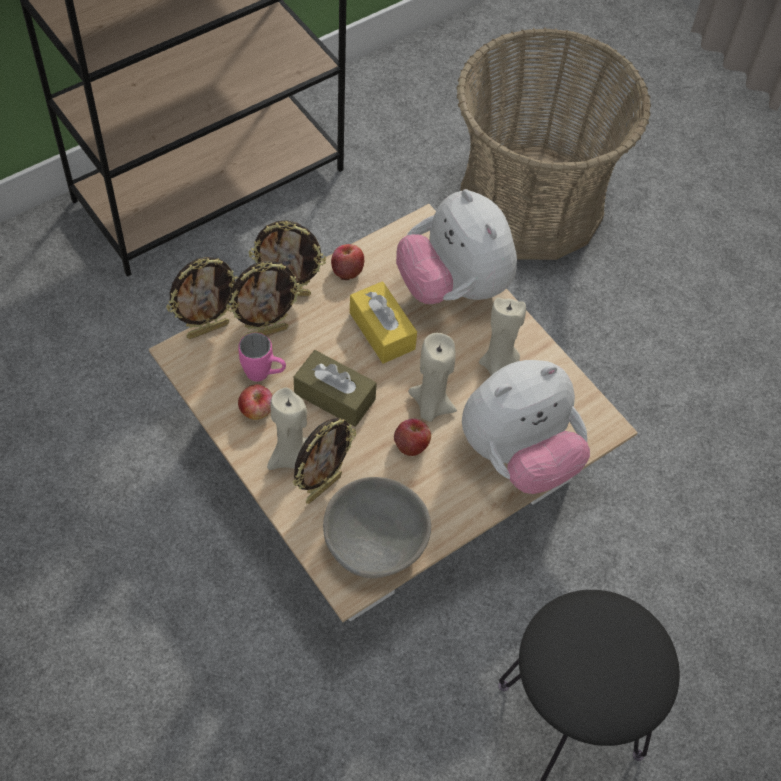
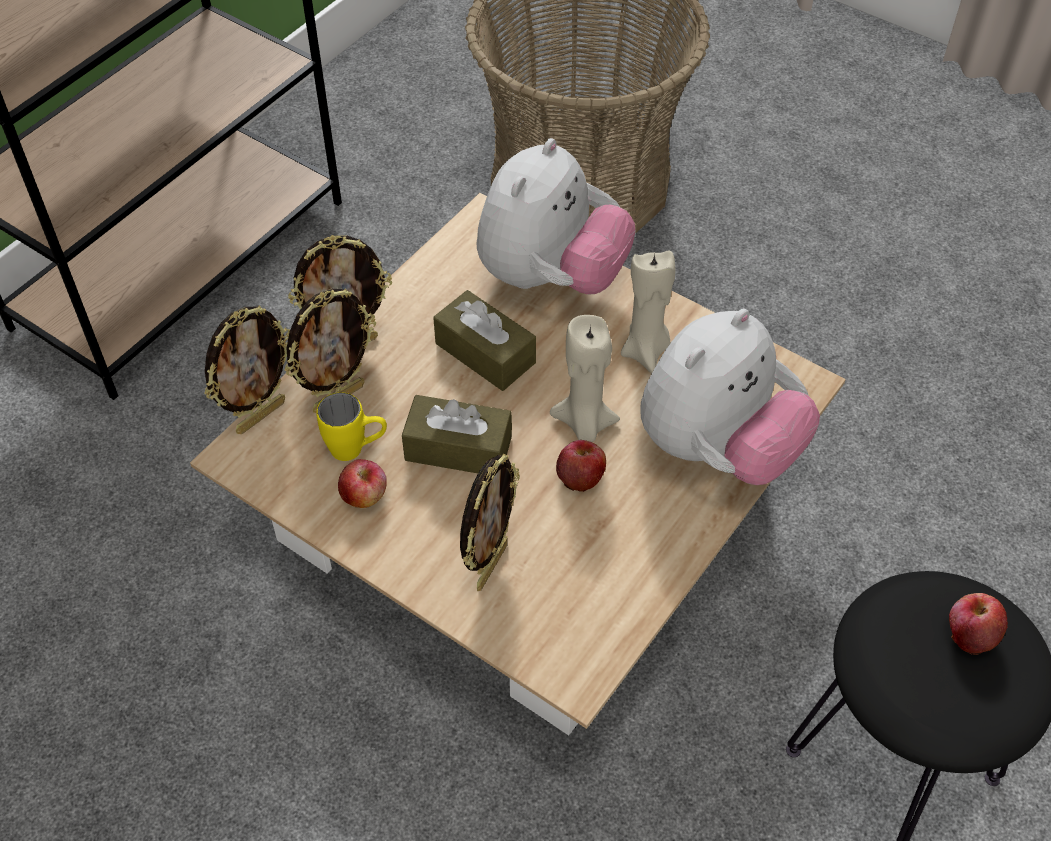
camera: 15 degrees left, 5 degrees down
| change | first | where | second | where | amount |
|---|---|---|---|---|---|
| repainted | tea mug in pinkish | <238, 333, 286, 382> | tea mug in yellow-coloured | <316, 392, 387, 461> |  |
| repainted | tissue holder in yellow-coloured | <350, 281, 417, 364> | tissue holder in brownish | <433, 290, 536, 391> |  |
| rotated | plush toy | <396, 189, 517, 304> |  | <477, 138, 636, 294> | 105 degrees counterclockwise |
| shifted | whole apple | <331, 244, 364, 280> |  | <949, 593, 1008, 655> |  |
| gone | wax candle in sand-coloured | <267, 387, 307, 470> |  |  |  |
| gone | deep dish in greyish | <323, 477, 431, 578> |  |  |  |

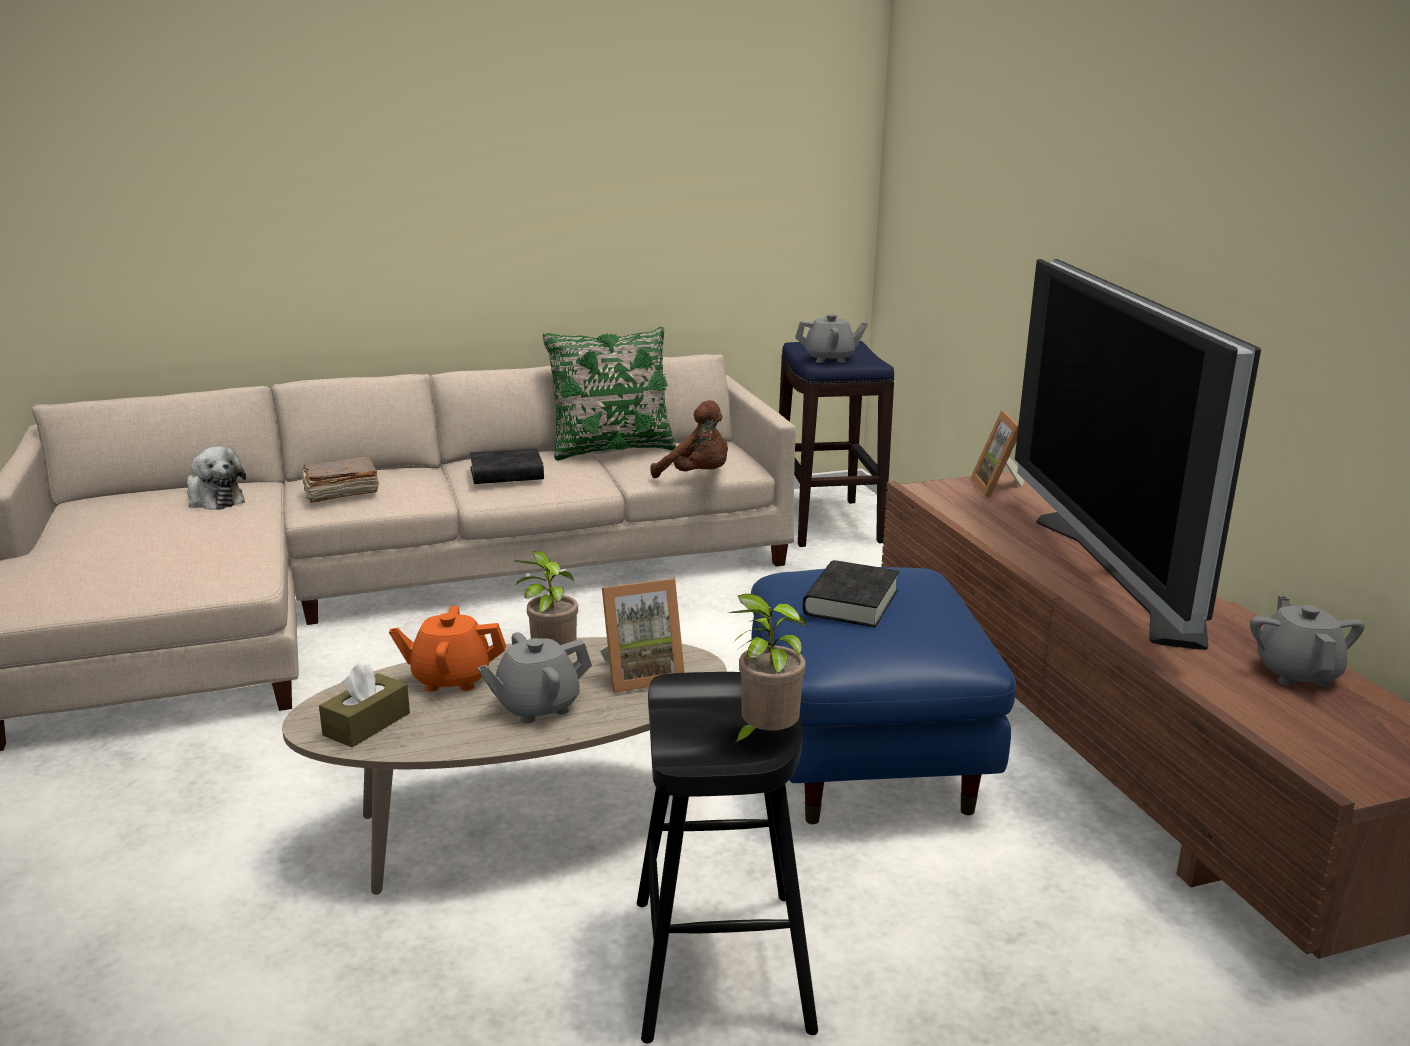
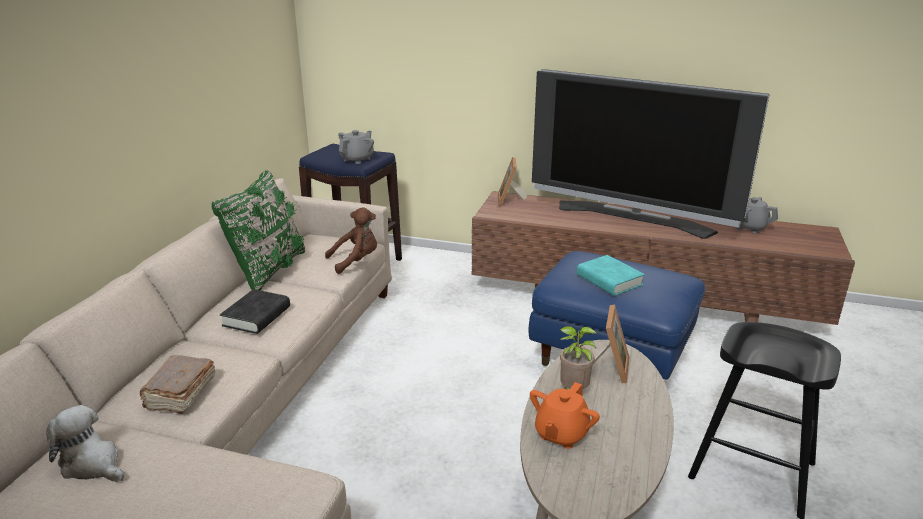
camera: 55 degrees left, 5 degrees up
| change | first | where | second | where | amount |
|---|---|---|---|---|---|
| rotated | plush toy | <187, 446, 246, 510> |  | <46, 405, 124, 482> | 135 degrees counterclockwise |
| rotated | standing frame | <971, 411, 1024, 498> |  | <498, 157, 527, 206> | 60 degrees clockwise |
| repainted | bound book in blackish | <802, 560, 899, 627> | bound book in turquoise | <577, 255, 645, 296> |  |
| gone | tissue holder in brownish | <319, 663, 410, 747> |  |  |  |
| gone | tea pot in greyish | <477, 632, 592, 723> |  |  |  |
| gone | plant in a pot | <729, 594, 807, 746> |  |  |  |

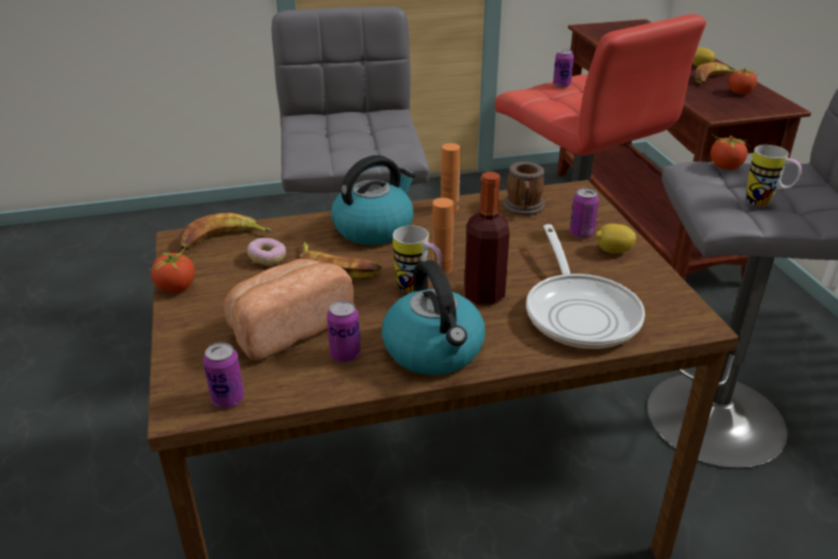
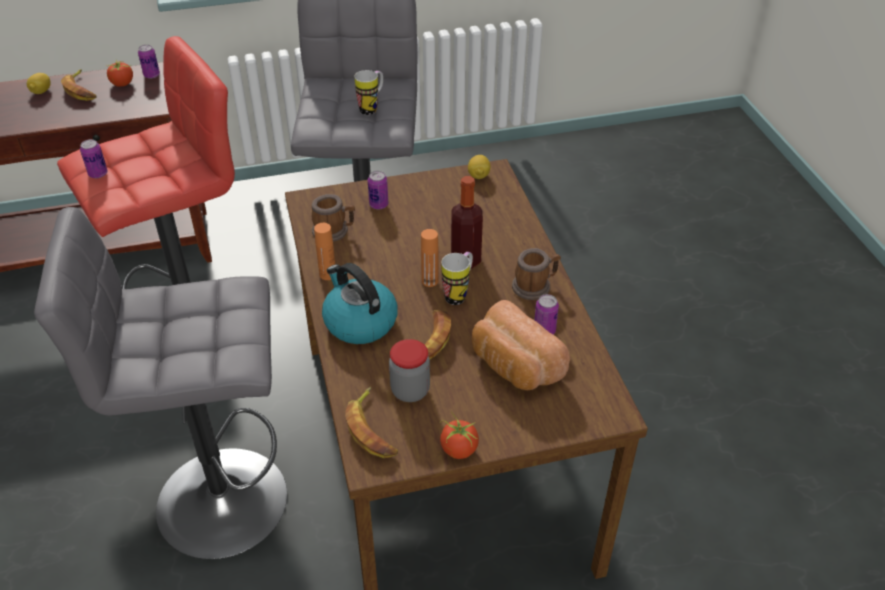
camera: 90 degrees left, 10 degrees up
| change | first | where | second | where | amount |
|---|---|---|---|---|---|
| shifted | metal can | <203, 343, 244, 408> |  | <138, 45, 160, 79> |  |
| swapped | donut | <247, 238, 286, 265> | jar | <389, 339, 430, 402> |  |
| shifted | lemon | <596, 224, 637, 253> |  | <468, 155, 490, 179> |  |
| swapped | tea kettle | <382, 260, 485, 375> | tea mug | <512, 248, 561, 300> |  |
| gone | skillet | <526, 224, 645, 349> |  |  |  |
| gone | tomato | <711, 134, 751, 170> |  |  |  |

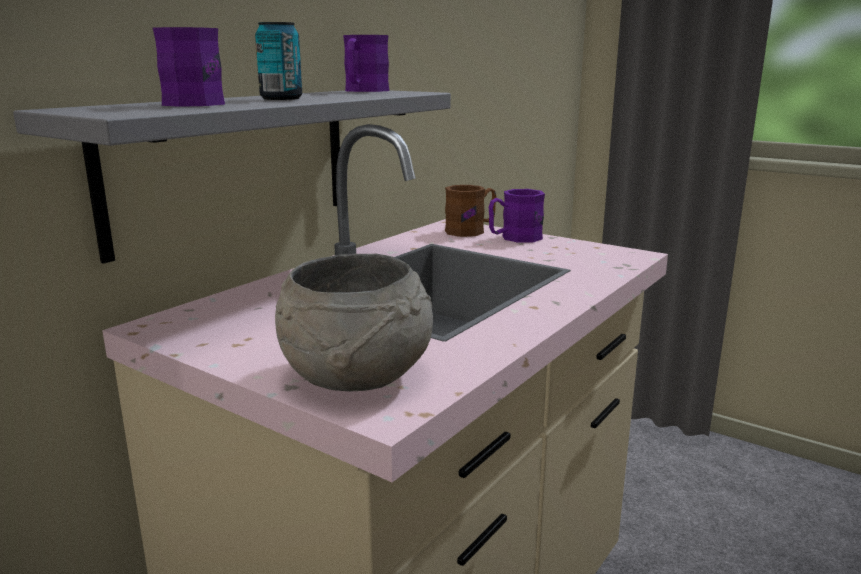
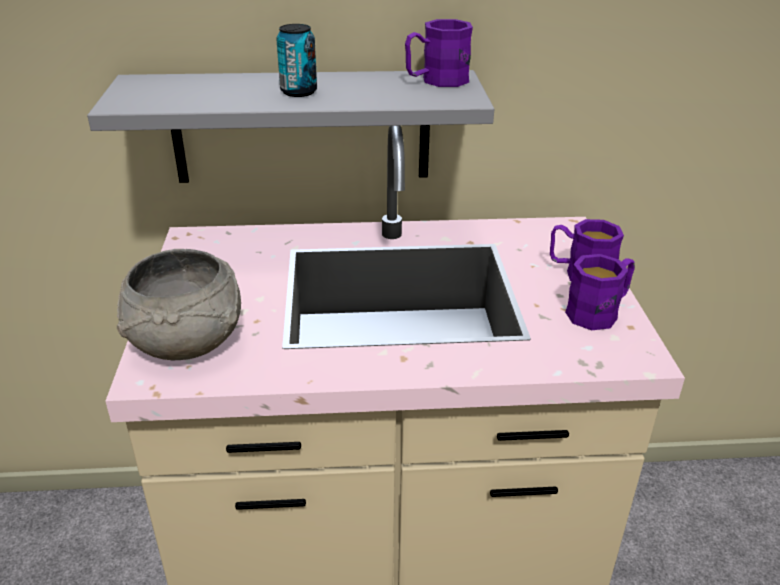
camera: 50 degrees right, 15 degrees up
| change | first | where | second | where | amount |
|---|---|---|---|---|---|
| shifted | tea mug in purple-coloured | <153, 27, 225, 107> |  | <565, 254, 635, 330> |  |
| gone | tea mug in brownish | <445, 185, 497, 237> |  |  |  |

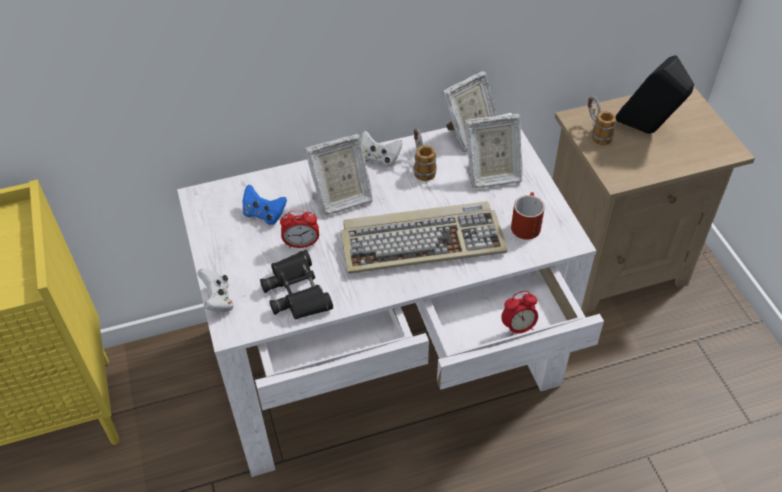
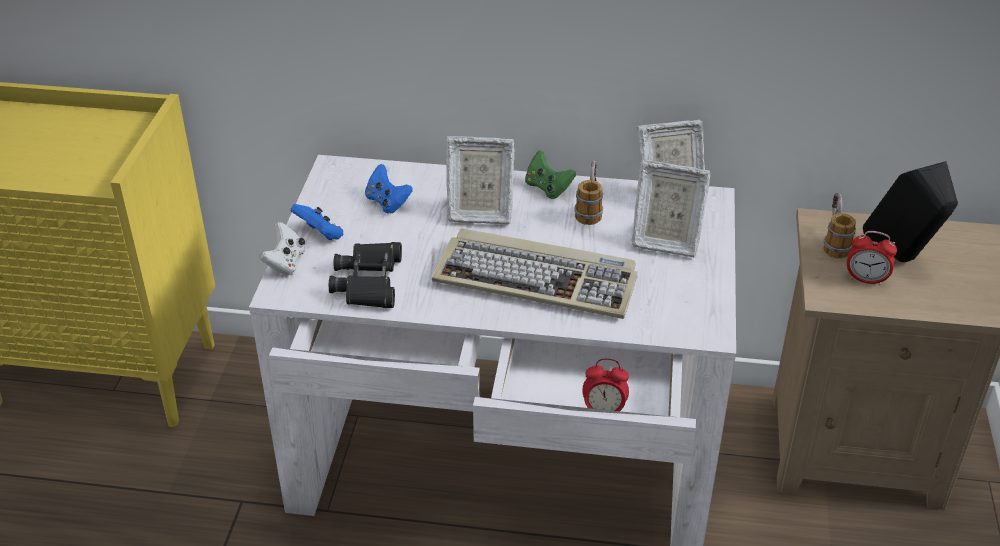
camera: 25 degrees right, 10 degrees down
| change | first | where | second | where | amount |
|---|---|---|---|---|---|
| new |  |  | gamepad in blue-coloured | <291, 204, 343, 241> |  |
| repainted | gamepad in white-coloured | <361, 131, 403, 167> | gamepad in green-coloured | <525, 150, 576, 199> |  |
| shifted | table clock | <280, 209, 319, 248> |  | <847, 231, 897, 286> |  |
| gone | tea mug in red | <511, 192, 545, 240> |  |  |  |

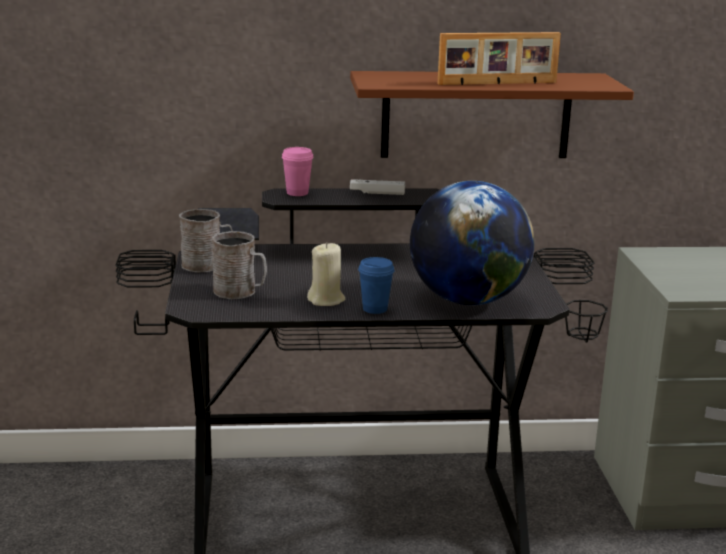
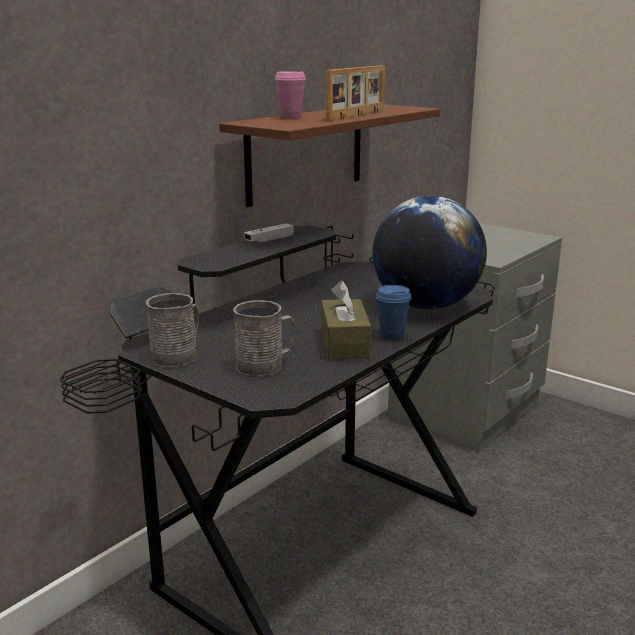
camera: 45 degrees left, 0 degrees up
| change | first | where | second | where | amount |
|---|---|---|---|---|---|
| shifted | cup in pinkish | <282, 147, 314, 196> |  | <275, 71, 306, 118> |  |
| swapped | wax candle in sand-coloured | <307, 242, 345, 306> | tissue holder in brownish | <321, 281, 371, 360> |  |

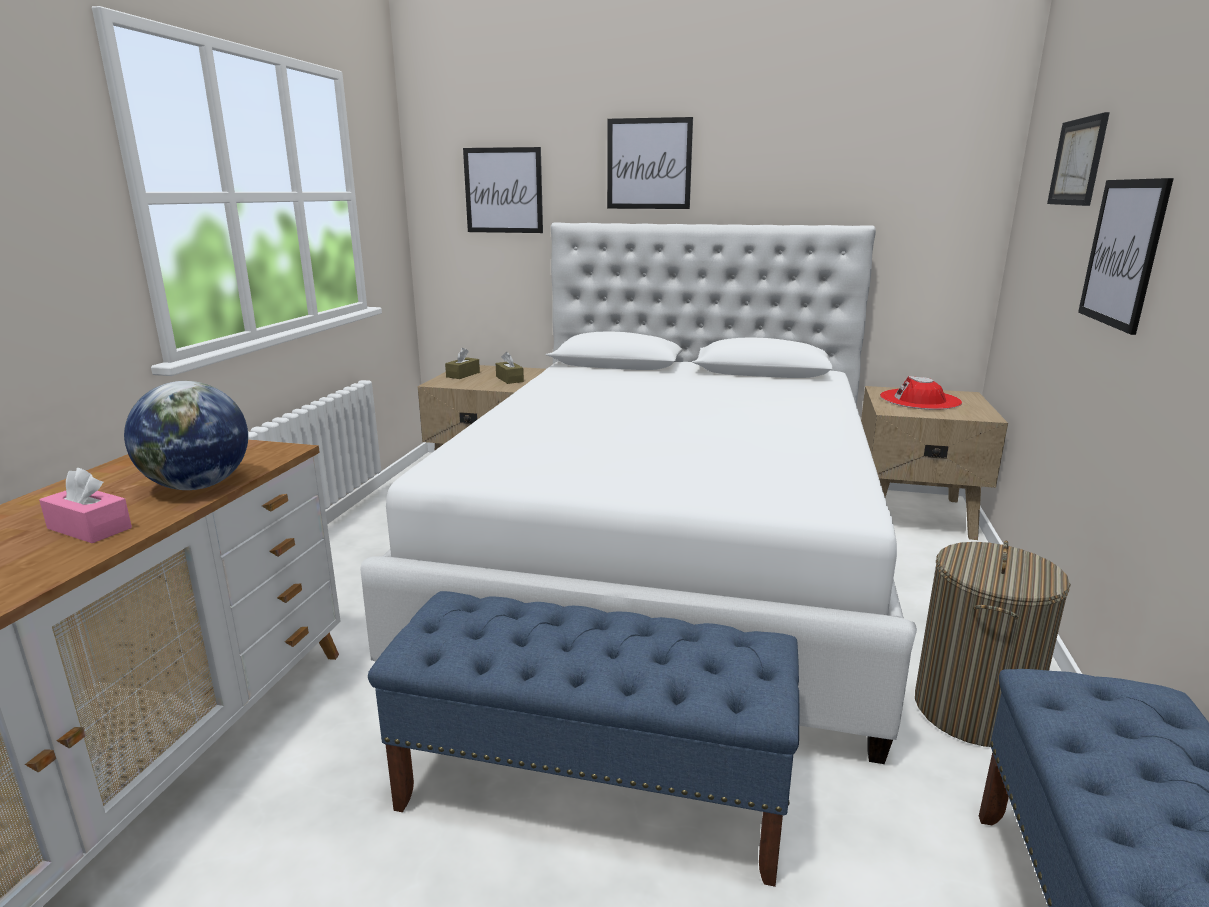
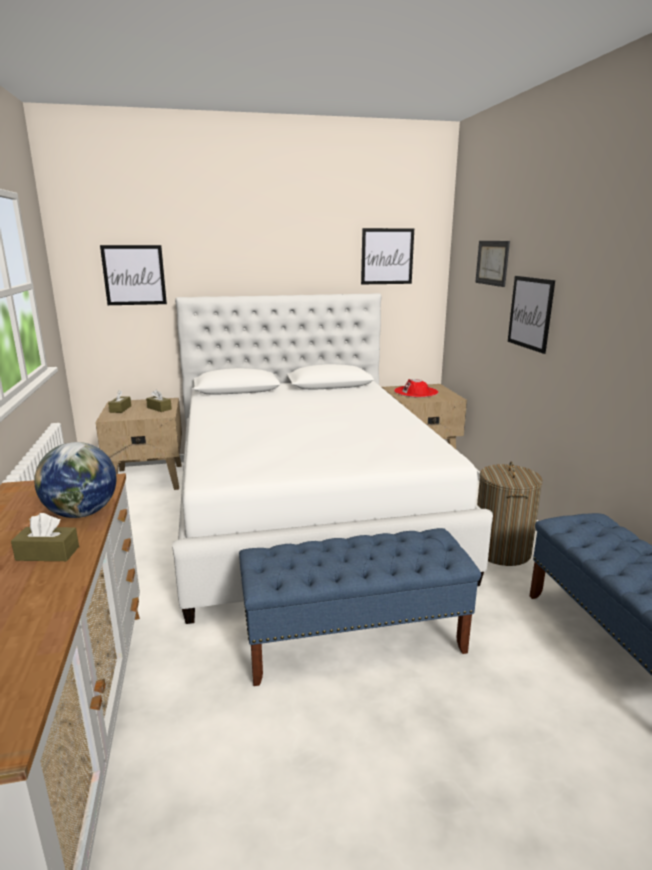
camera: 25 degrees left, 0 degrees up
| change | first | where | second | where | amount |
|---|---|---|---|---|---|
| repainted | tissue holder in pinkish | <39, 468, 132, 543> | tissue holder in brownish | <11, 513, 79, 561> |  |
| shifted | wall art | <607, 117, 693, 209> |  | <361, 228, 414, 284> |  |

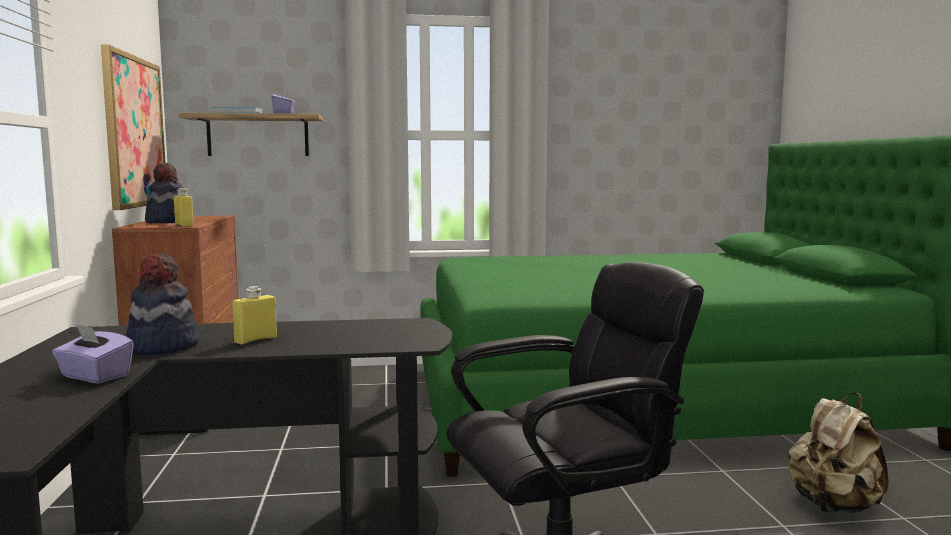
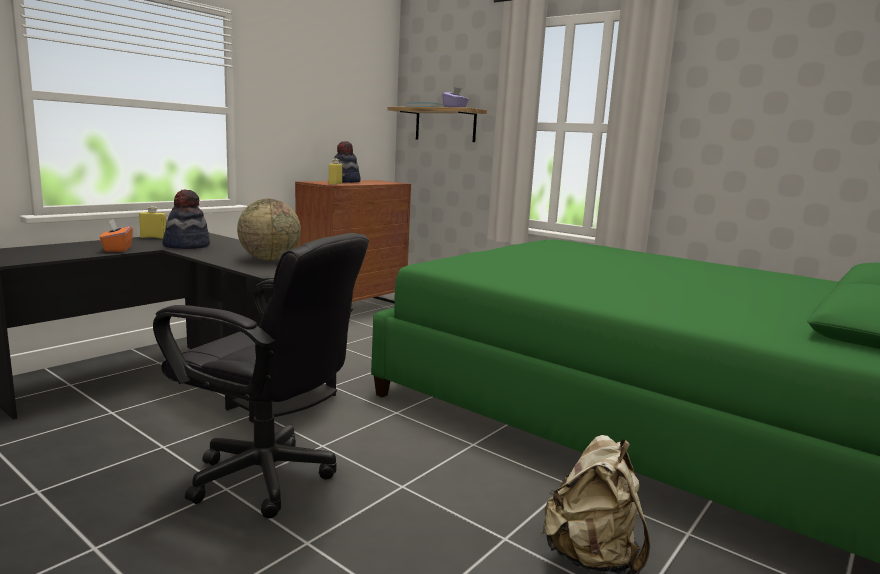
camera: 45 degrees right, 5 degrees up
| change | first | where | second | where | amount |
|---|---|---|---|---|---|
| repainted | tissue holder in purple-coloured | <52, 323, 134, 384> | tissue holder in orange-coloured | <100, 219, 133, 252> |  |
| shifted | drink bottle in yellow-coloured | <232, 286, 277, 344> |  | <139, 206, 166, 239> |  |
| new |  |  | globe | <237, 199, 301, 260> |  |
| gone | wall art | <101, 44, 166, 210> |  |  |  |

